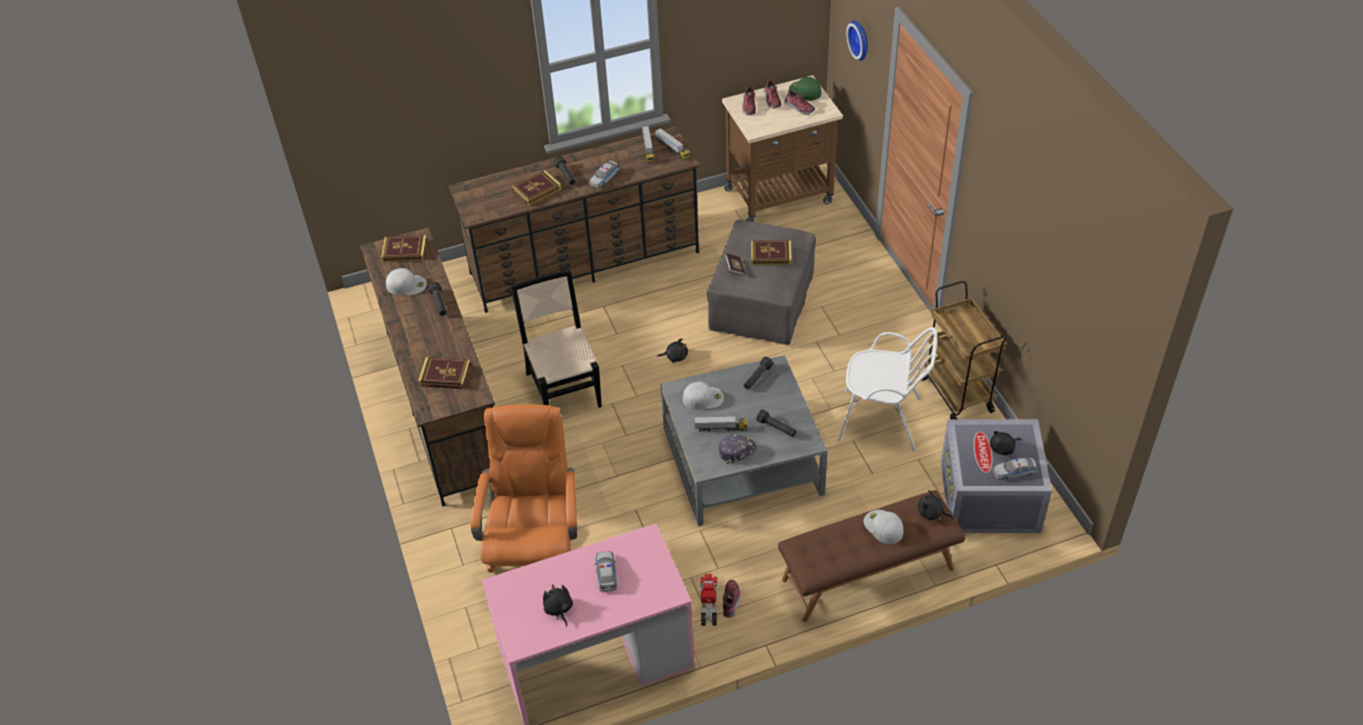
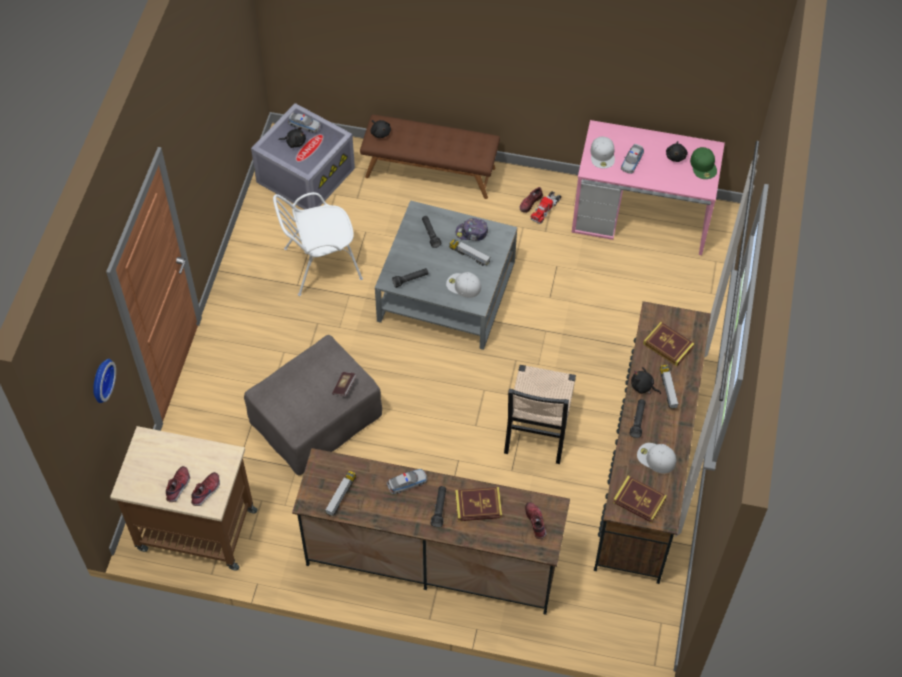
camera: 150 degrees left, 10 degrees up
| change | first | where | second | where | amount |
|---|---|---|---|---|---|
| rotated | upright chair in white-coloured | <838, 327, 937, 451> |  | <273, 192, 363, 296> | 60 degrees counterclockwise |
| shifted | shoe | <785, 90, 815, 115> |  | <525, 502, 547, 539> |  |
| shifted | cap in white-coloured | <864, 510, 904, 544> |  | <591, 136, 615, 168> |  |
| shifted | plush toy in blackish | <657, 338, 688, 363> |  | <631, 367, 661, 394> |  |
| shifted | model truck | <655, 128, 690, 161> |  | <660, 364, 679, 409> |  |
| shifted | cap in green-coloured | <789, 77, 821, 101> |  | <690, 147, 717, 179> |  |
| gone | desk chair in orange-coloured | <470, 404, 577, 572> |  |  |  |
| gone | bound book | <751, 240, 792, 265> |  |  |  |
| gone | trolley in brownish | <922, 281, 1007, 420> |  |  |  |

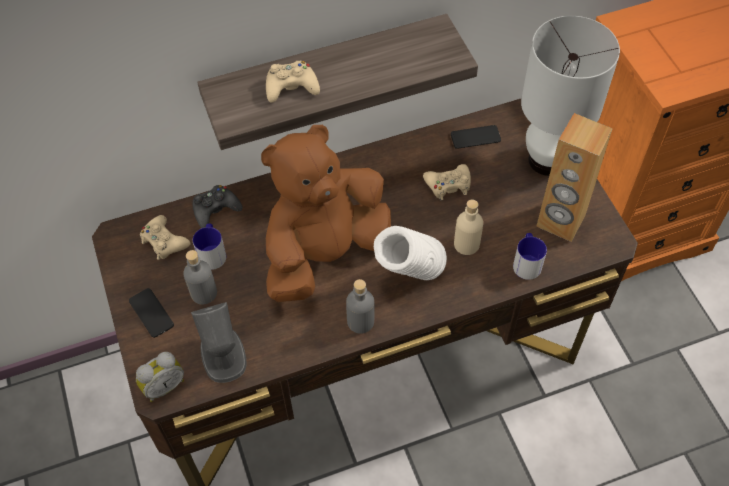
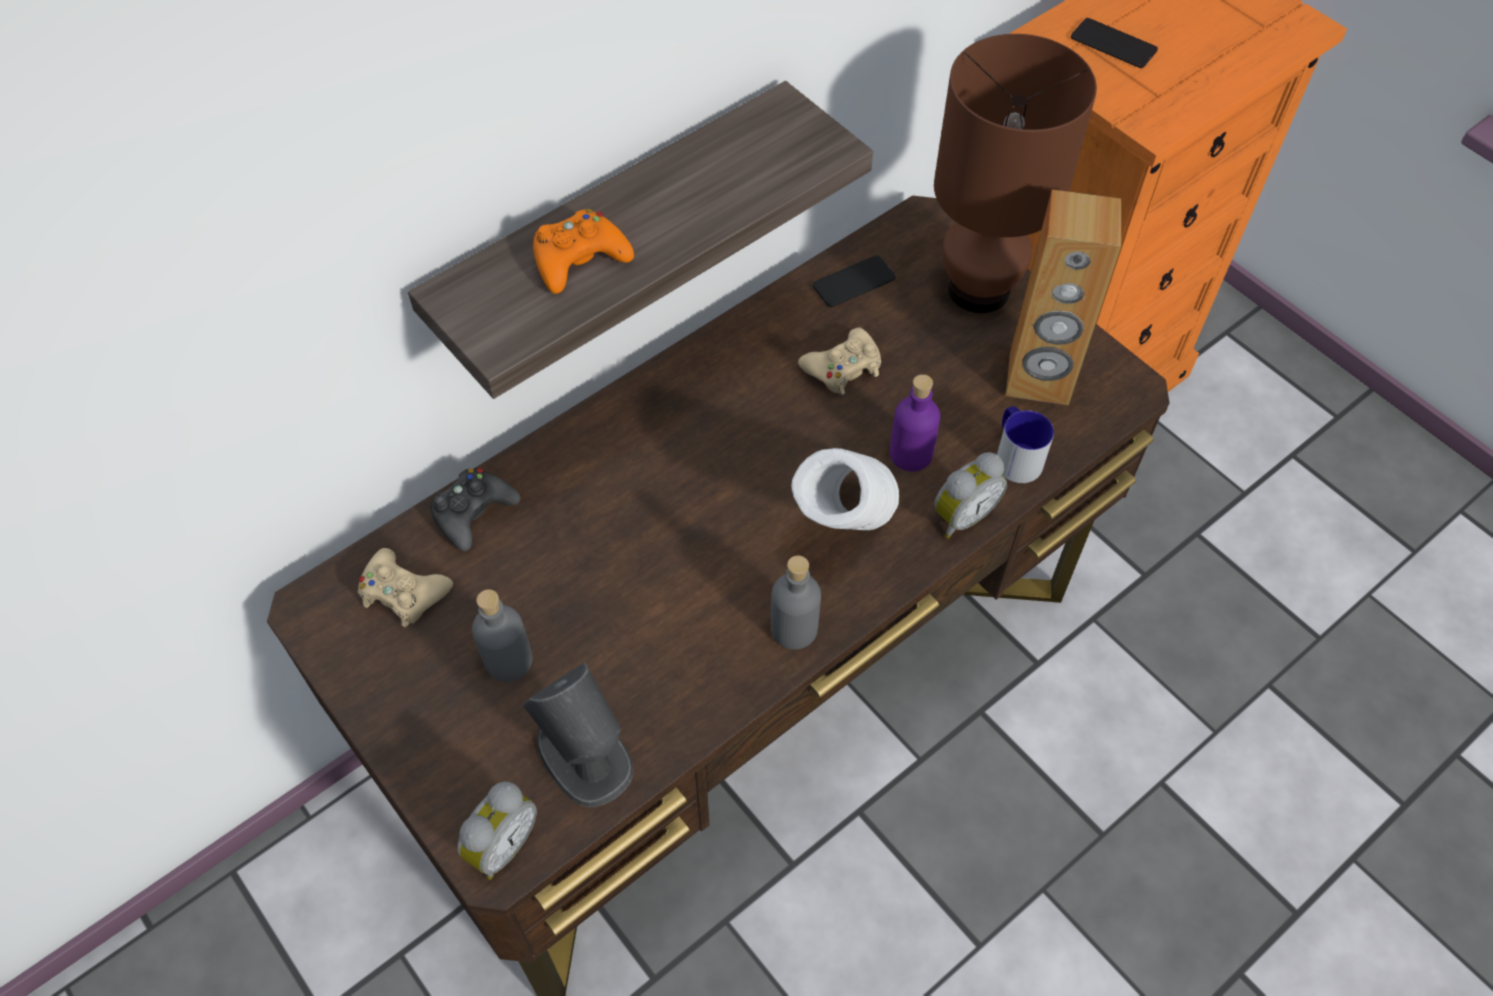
camera: 20 degrees left, 0 degrees up
| change | first | where | second | where | amount |
|---|---|---|---|---|---|
| repainted | gamepad in sand-coloured | <266, 61, 320, 103> | gamepad in orange-coloured | <533, 209, 634, 294> |  |
| repainted | drink bottle in sand-coloured | <454, 199, 483, 255> | drink bottle in purple-coloured | <890, 374, 940, 472> |  |
| repainted | tabletop lamp in white-coloured | <521, 16, 620, 176> | tabletop lamp in brownish | <934, 34, 1097, 313> |  |
| new |  |  | table clock | <934, 452, 1007, 538> |  |
| shifted | handset | <129, 288, 174, 338> |  | <1071, 18, 1158, 68> |  |
| gone | tea mug | <193, 223, 226, 270> |  |  |  |
| gone | plush toy in brownish | <261, 125, 391, 302> |  |  |  |

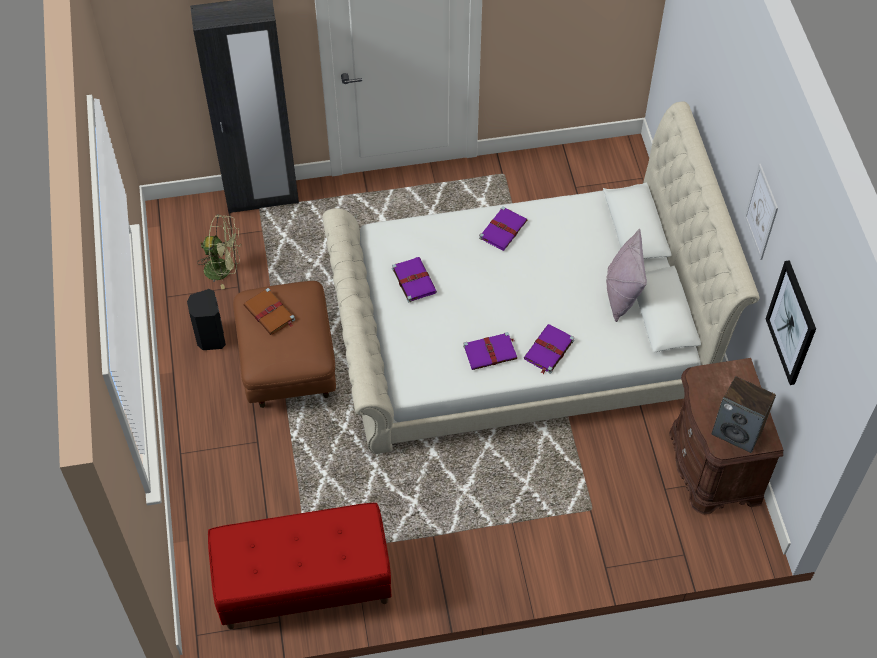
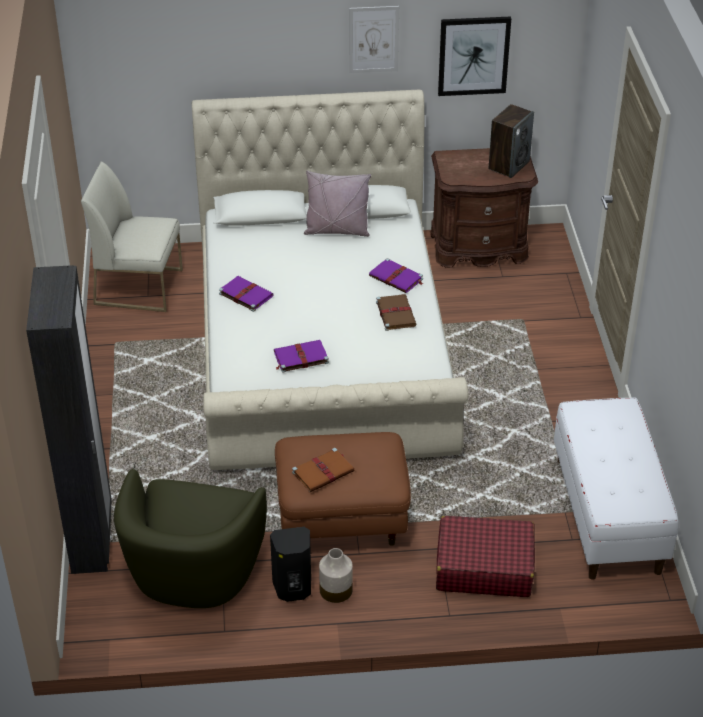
camera: 85 degrees left, 15 degrees down
| change | first | where | second | where | amount |
|---|---|---|---|---|---|
| new |  |  | upright chair in white-coloured | <81, 162, 183, 312> |  |
| swapped | electric fan in green-coloured | <197, 214, 241, 289> | armchair in green-coloured | <114, 469, 267, 608> |  |
| new |  |  | vase in sand-coloured | <319, 548, 353, 603> |  |
| repainted | bound book in purple-coloured | <463, 332, 517, 370> | bound book in brownish | <376, 294, 417, 331> |  |
| new |  |  | suitcase in red | <436, 516, 535, 597> |  |
| repainted | bench in red | <208, 503, 391, 629> | bench in white-coloured | <554, 398, 679, 580> |  |

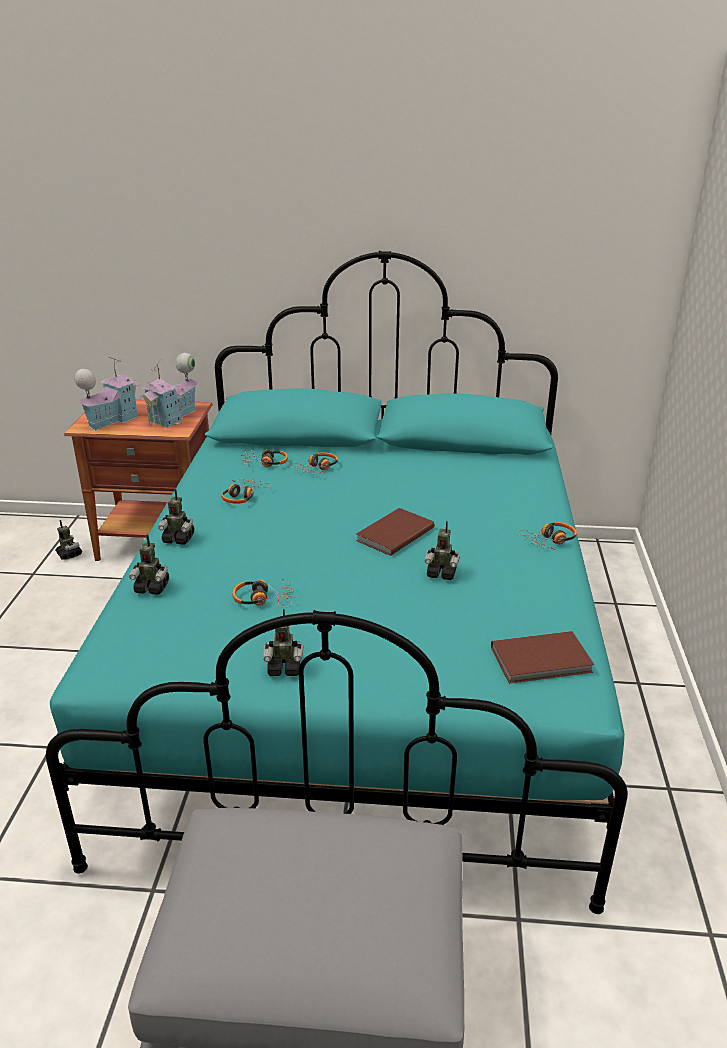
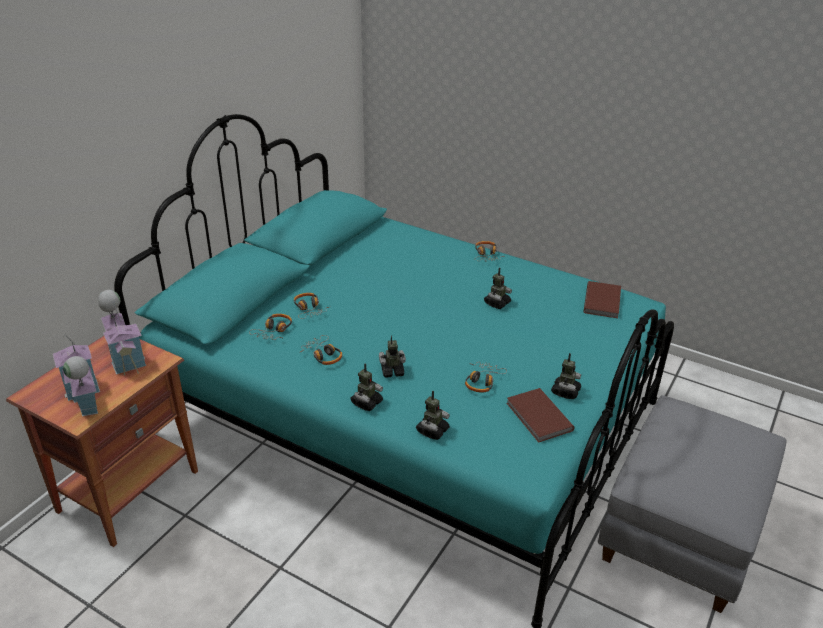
camera: 65 degrees left, 5 degrees up
| change | first | where | second | where | amount |
|---|---|---|---|---|---|
| shifted | toy robot | <55, 520, 82, 560> |  | <379, 336, 406, 378> |  |
| shifted | bound book in brownish | <356, 508, 434, 556> |  | <506, 388, 575, 443> |  |

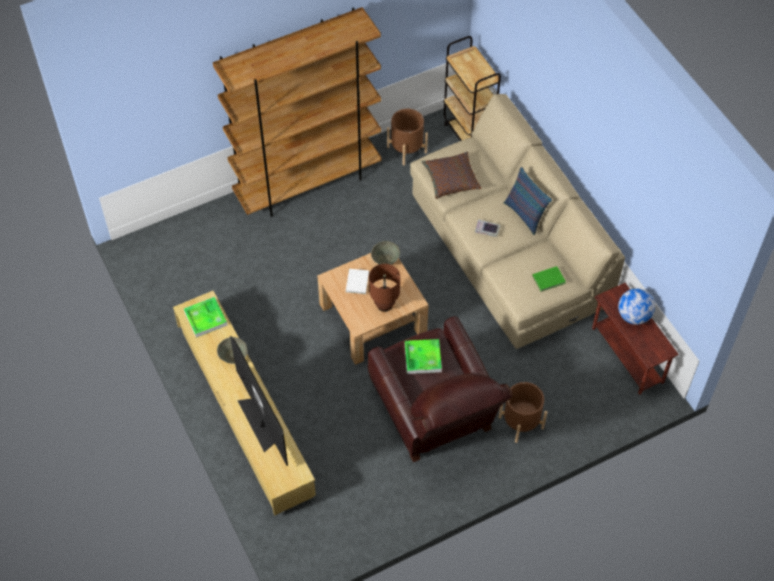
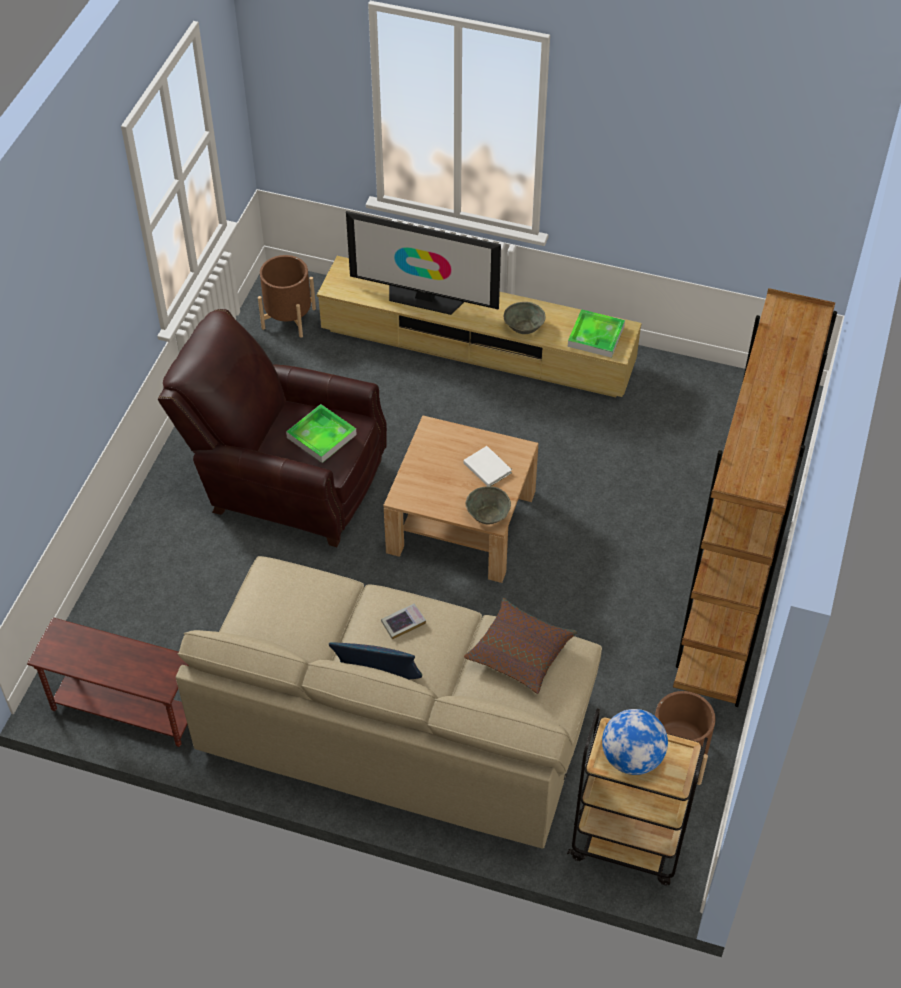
camera: 135 degrees right, 5 degrees down
| change | first | where | second | where | amount |
|---|---|---|---|---|---|
| shifted | planter in brownish | <498, 382, 547, 443> |  | <258, 255, 316, 338> |  |
| shifted | globe | <618, 288, 655, 325> |  | <602, 709, 668, 775> |  |
| gone | tabletop lamp in brownish | <369, 264, 400, 312> |  |  |  |
| gone | bound book in green-coloured | <533, 266, 566, 292> |  |  |  |

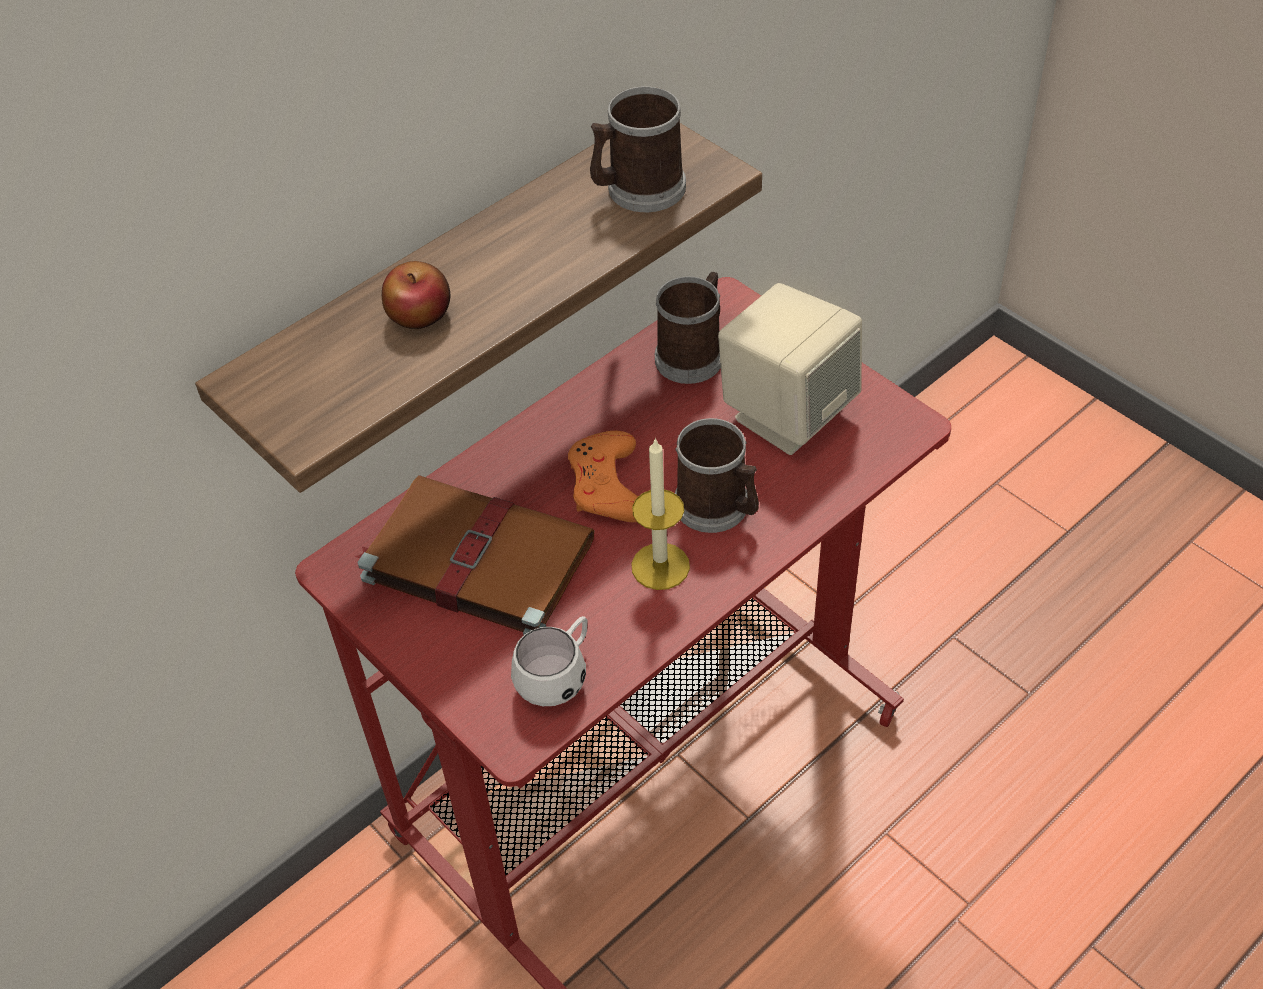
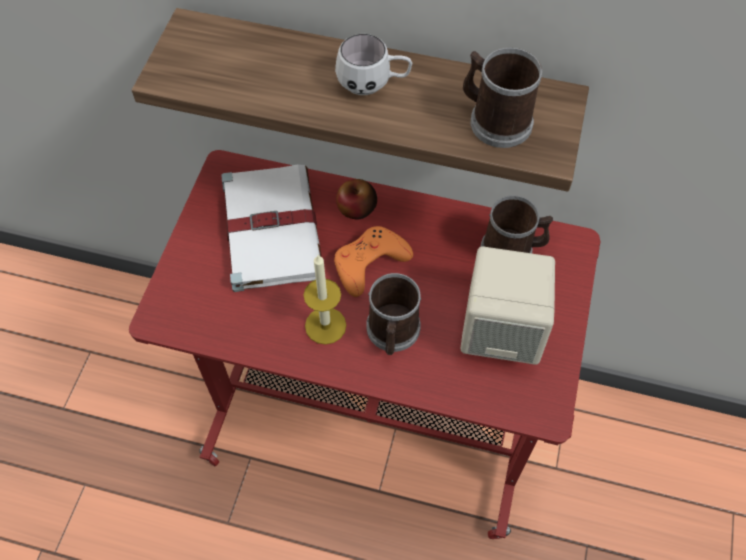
camera: 55 degrees right, 10 degrees up
| change | first | where | second | where | amount |
|---|---|---|---|---|---|
| repainted | bound book in brownish | <355, 475, 594, 635> | bound book in white-coloured | <221, 164, 321, 292> |  |
| shifted | tea mug in white-coloured | <511, 616, 588, 706> |  | <335, 34, 412, 95> |  |
| shifted | whole apple | <382, 261, 450, 329> |  | <336, 179, 377, 220> |  |

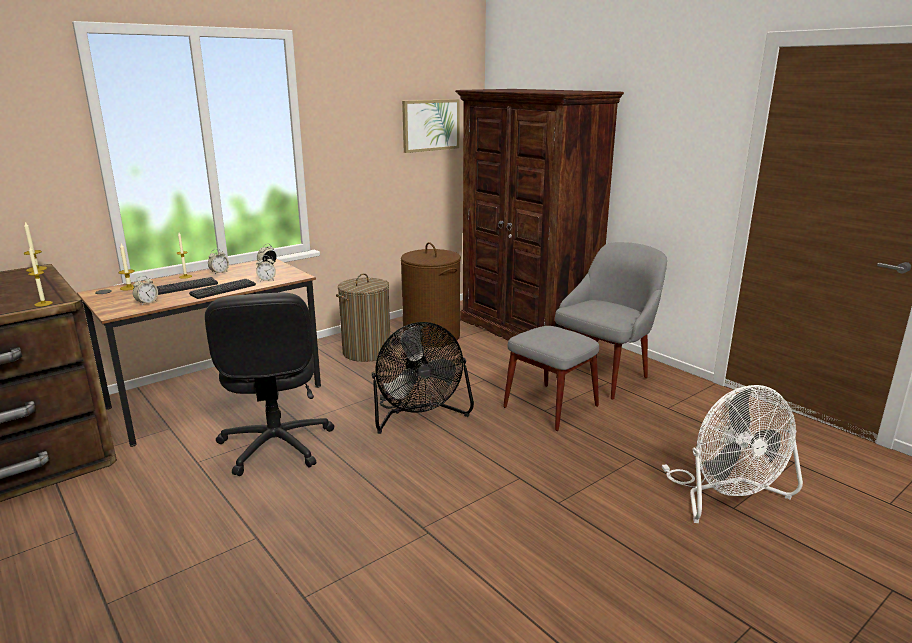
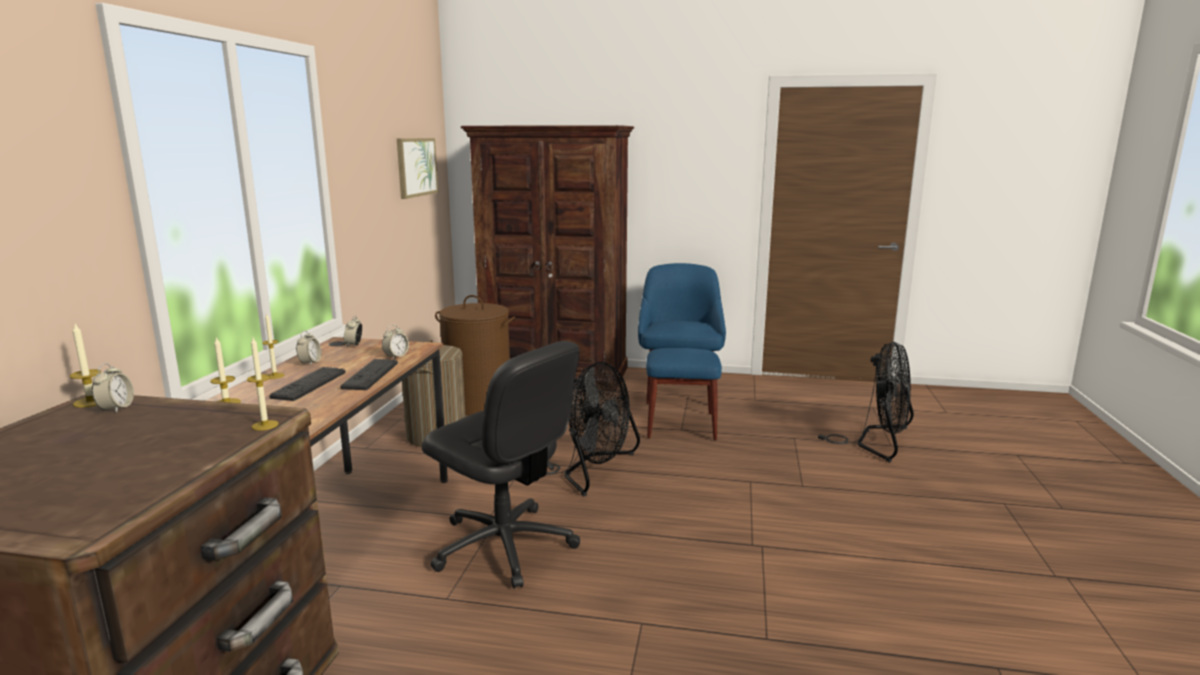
camera: 40 degrees left, 5 degrees down
| change | first | where | second | where | amount |
|---|---|---|---|---|---|
| shifted | table clock | <133, 276, 158, 305> |  | <92, 363, 134, 413> |  |
| repainted | armchair in greyish | <503, 242, 667, 431> | armchair in blue-coloured | <638, 263, 726, 441> |  |
| repainted | electric fan in white-coloured | <662, 385, 803, 523> | electric fan in blackish | <817, 342, 914, 463> |  |

